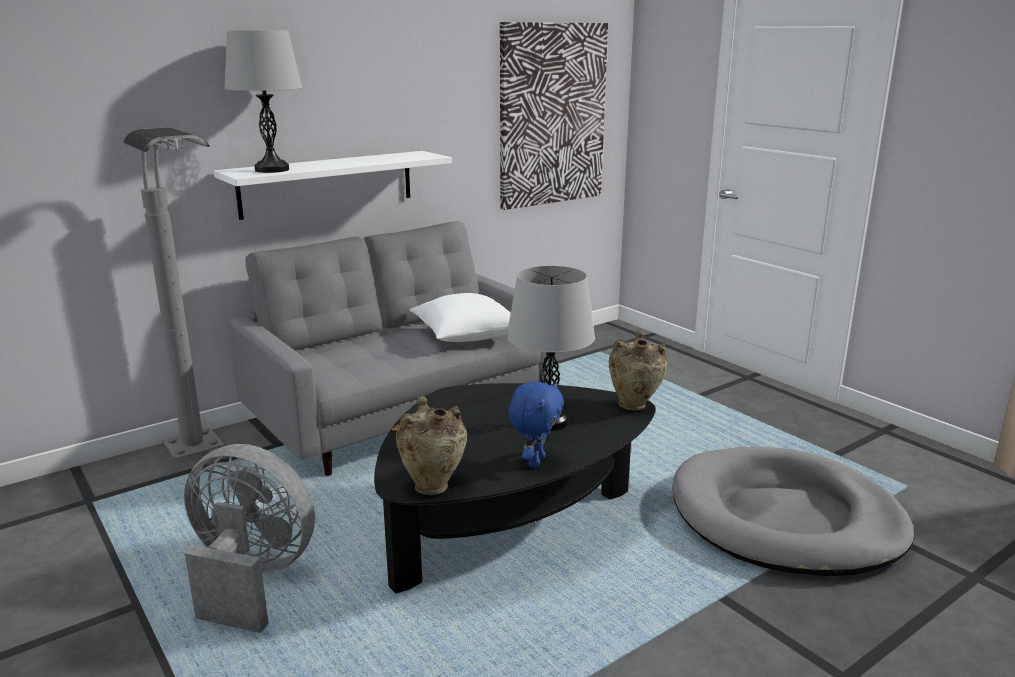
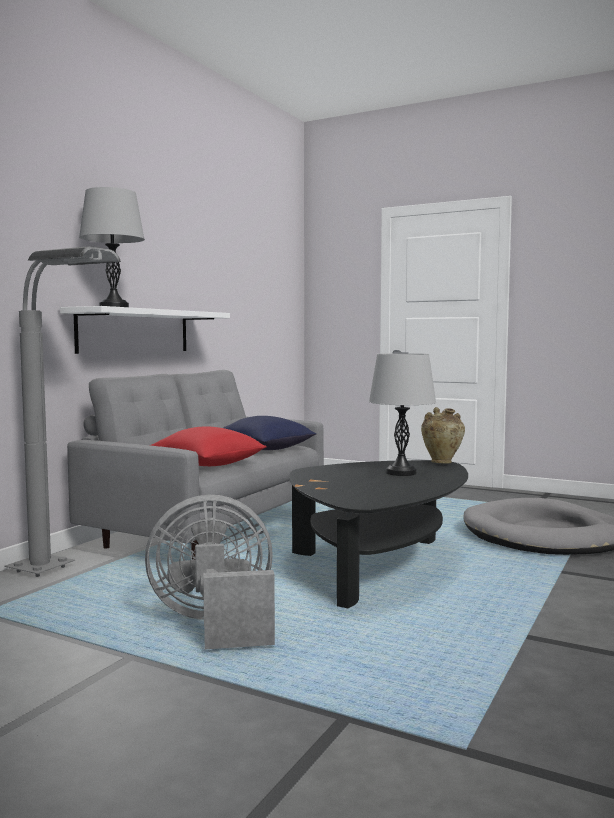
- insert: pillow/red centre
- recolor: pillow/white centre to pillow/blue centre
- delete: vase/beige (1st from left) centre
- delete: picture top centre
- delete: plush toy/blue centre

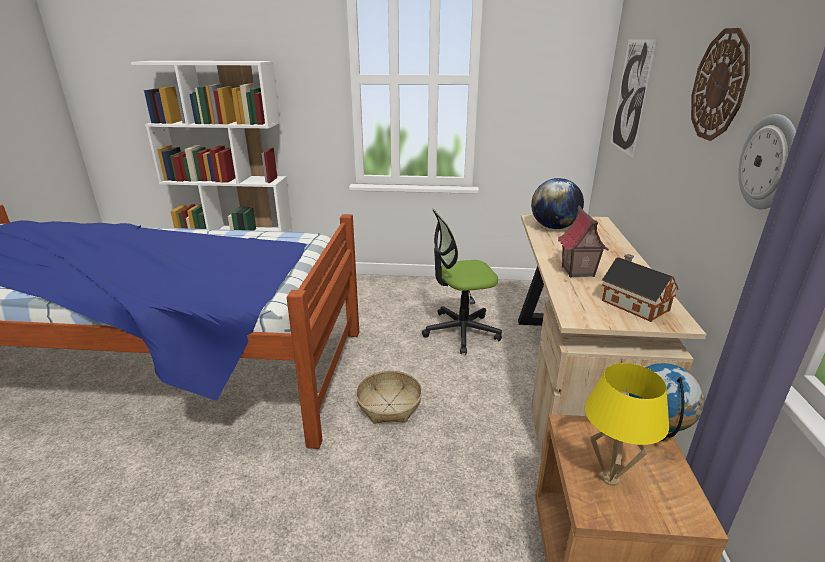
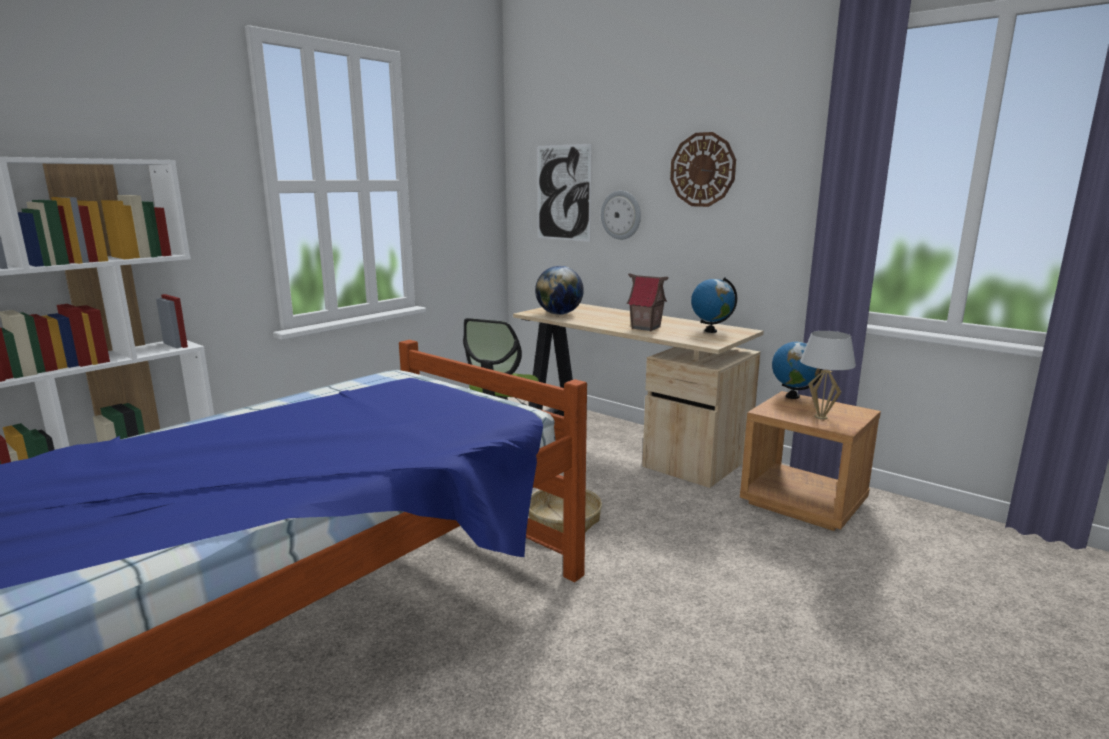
- move: wall clock (2nd from left in the first image) top right to wall clock (1st from left) top centre
- replace: toy house (2nd from left) middle right to globe (2nd from left) centre
- recolor: table lamp/yellow bottom right to table lamp/white middle right

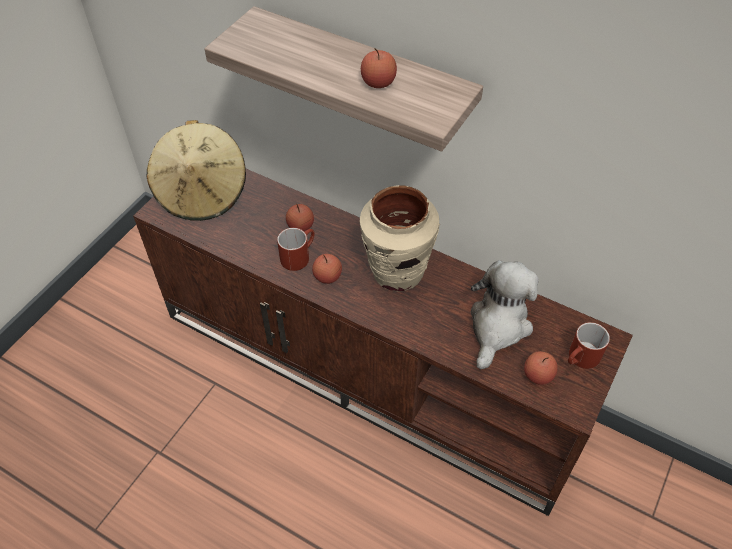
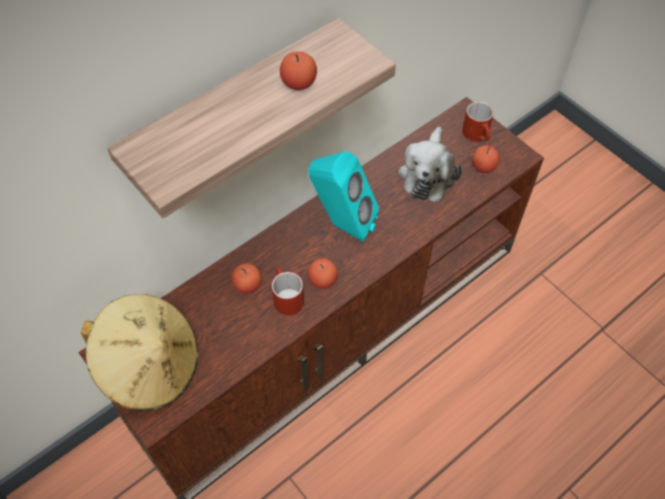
- replace: vase/beige centre to speaker/turquoise centre
- rotate: plush toy middle right = top centre 120 degrees counterclockwise

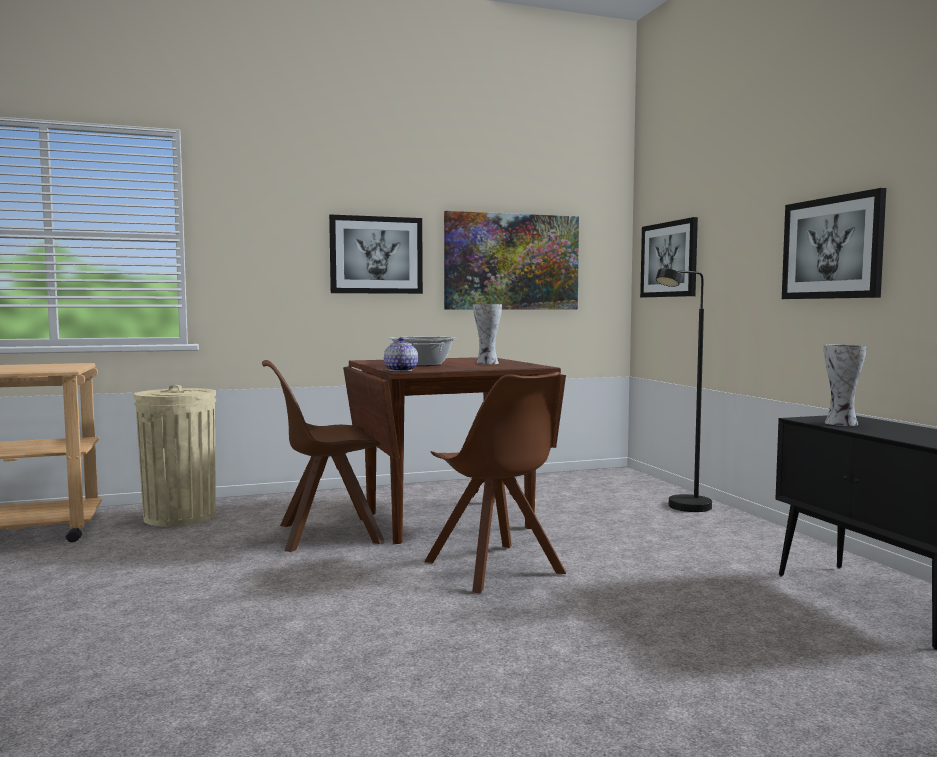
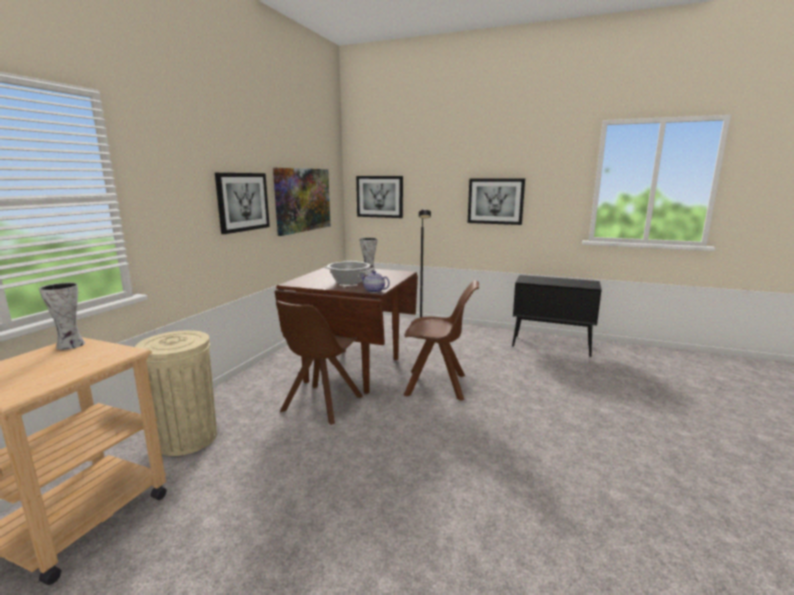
- move: vase (2nd from left in the first image) middle right to vase (1st from left) middle left

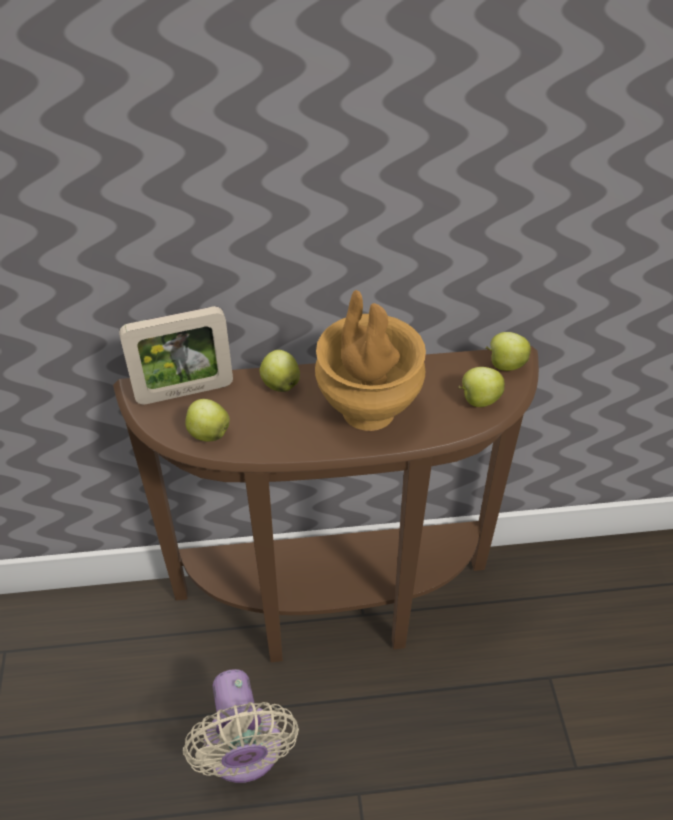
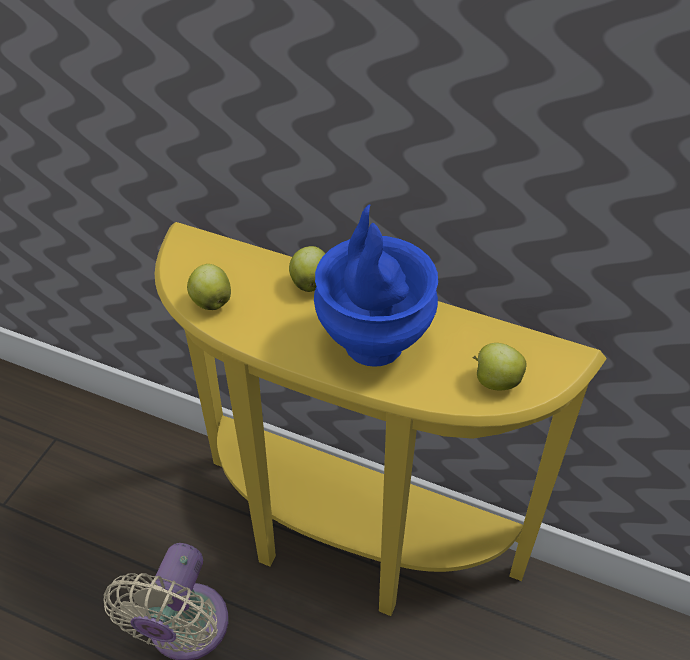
- recolor: console table/brown centre to console table/yellow centre
- recolor: vase/brown centre to vase/blue centre
- delete: picture frame middle left
- delete: apple (4th from left) middle right

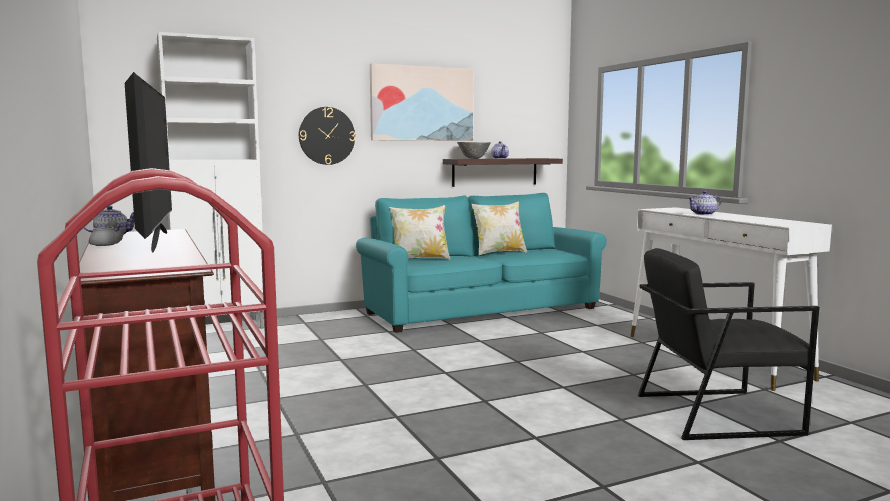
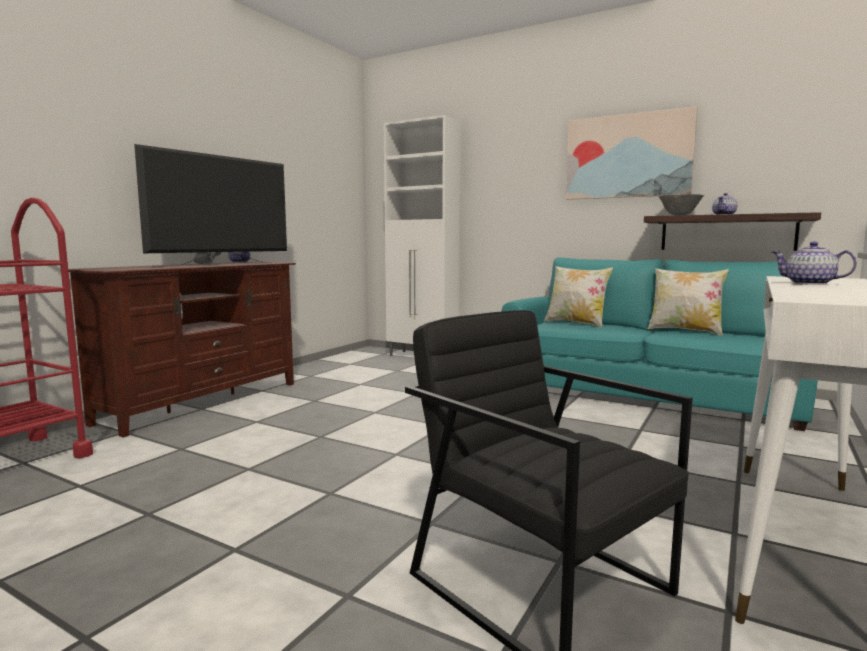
- delete: wall clock top centre

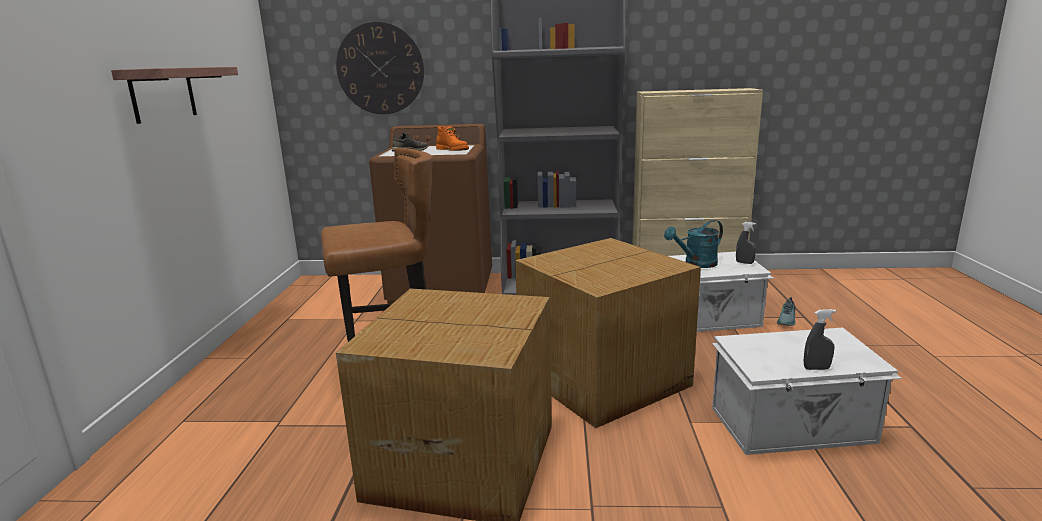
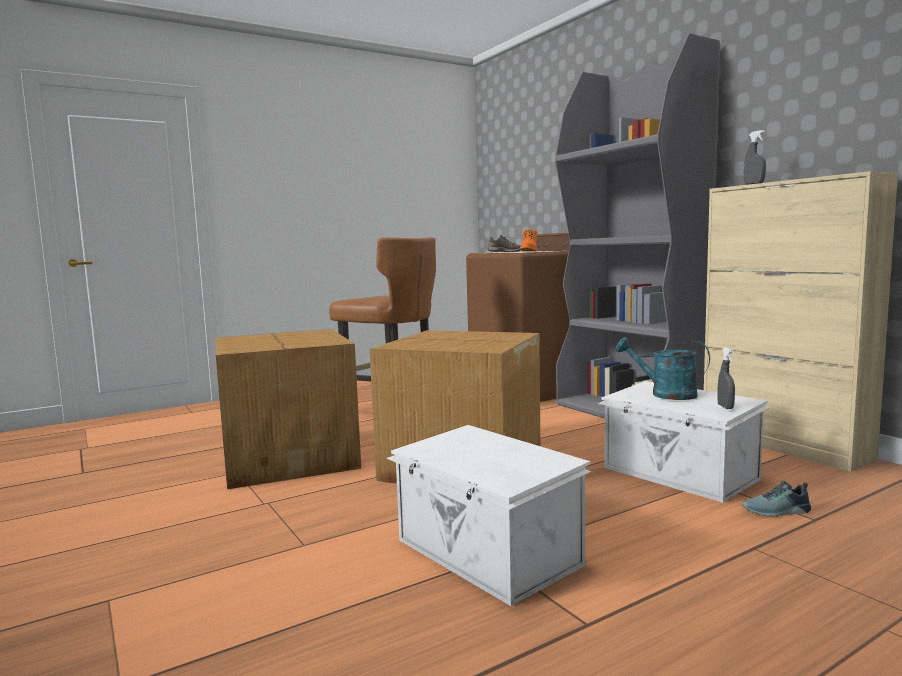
- move: spray bottle/grey (2nd from left) middle right to top right
- delete: shelf top left
- delete: wall clock top centre

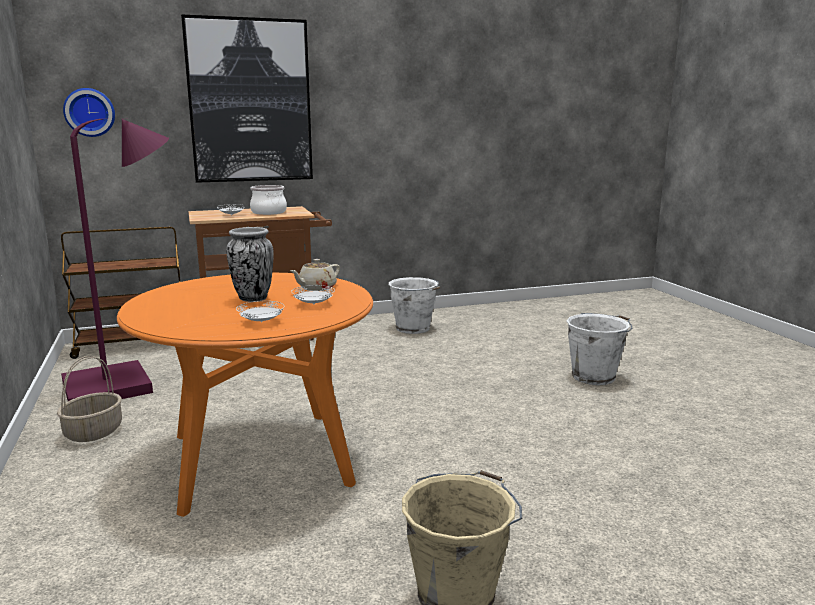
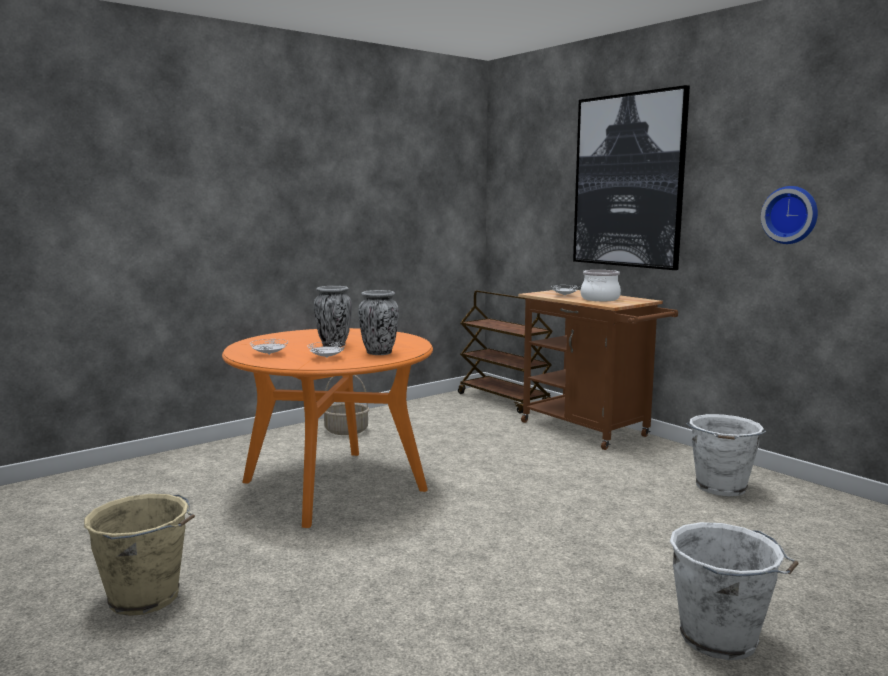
- replace: teapot/beige centre to vase (2nd from left) centre
- move: wall clock top left to top right
- delete: floor lamp/purple middle left

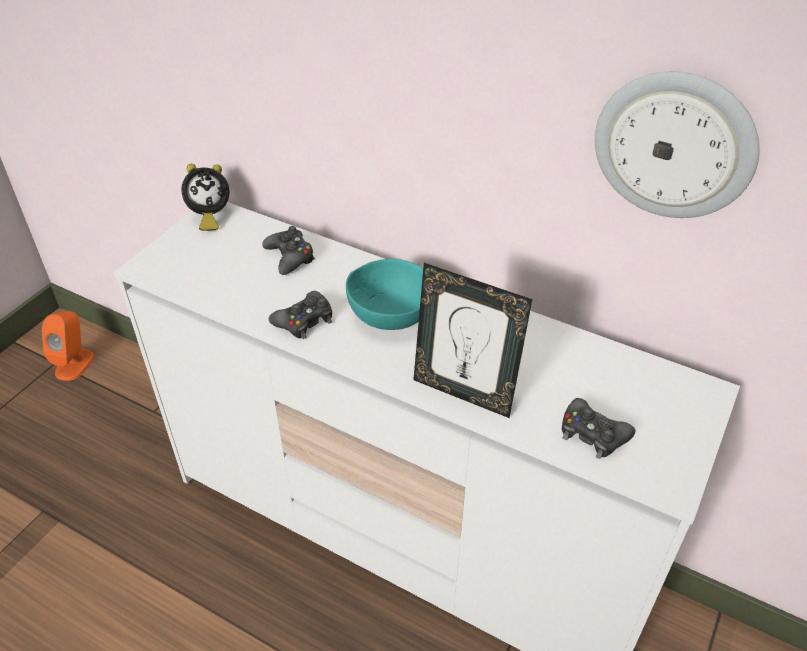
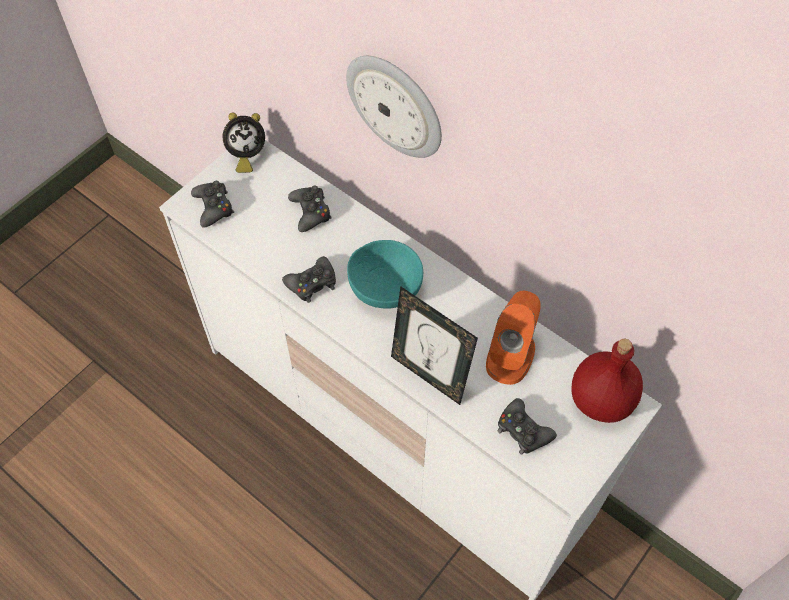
- insert: game controller/black (1st from left) middle left
- move: wall clock top right to top centre
- move: speaker/orange middle left to centre
- insert: bottle/red middle right

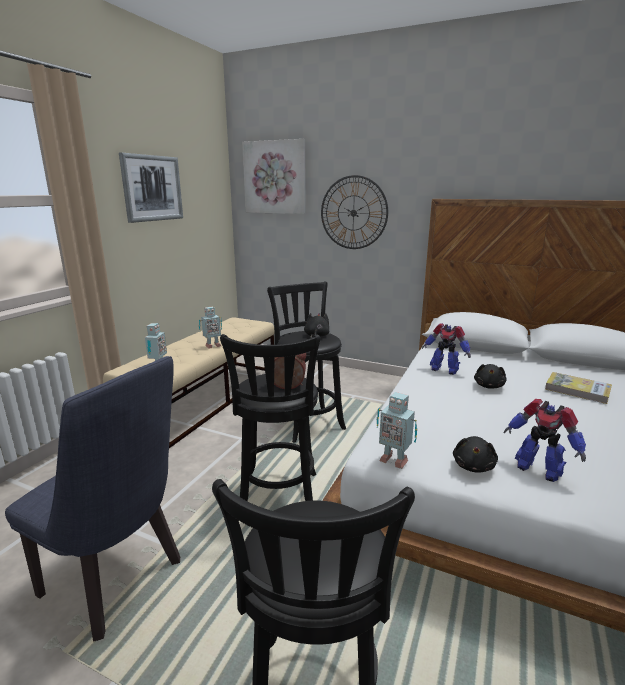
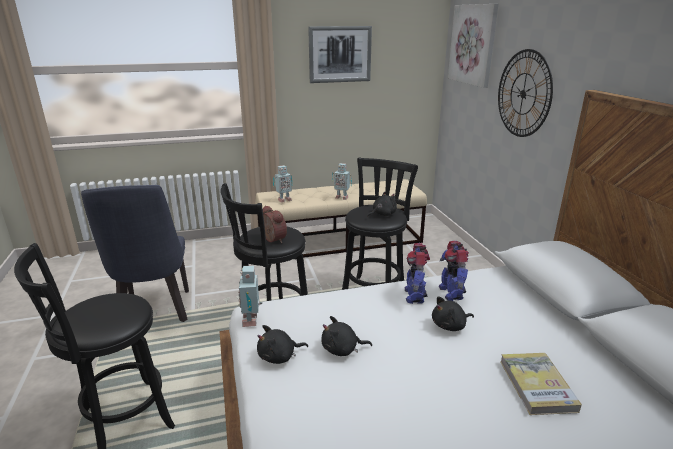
- insert: plush toy/black (2nd from left) bottom centre
- move: toy robot (5th from left in the first image) middle right to toy robot (4th from left) centre

